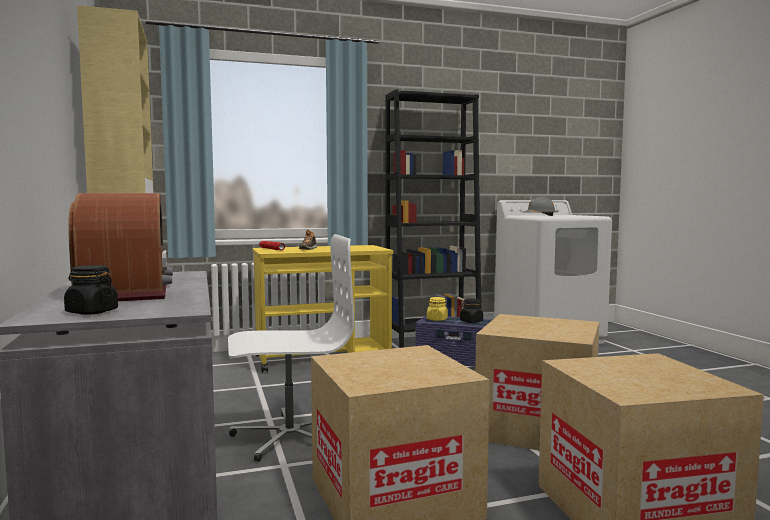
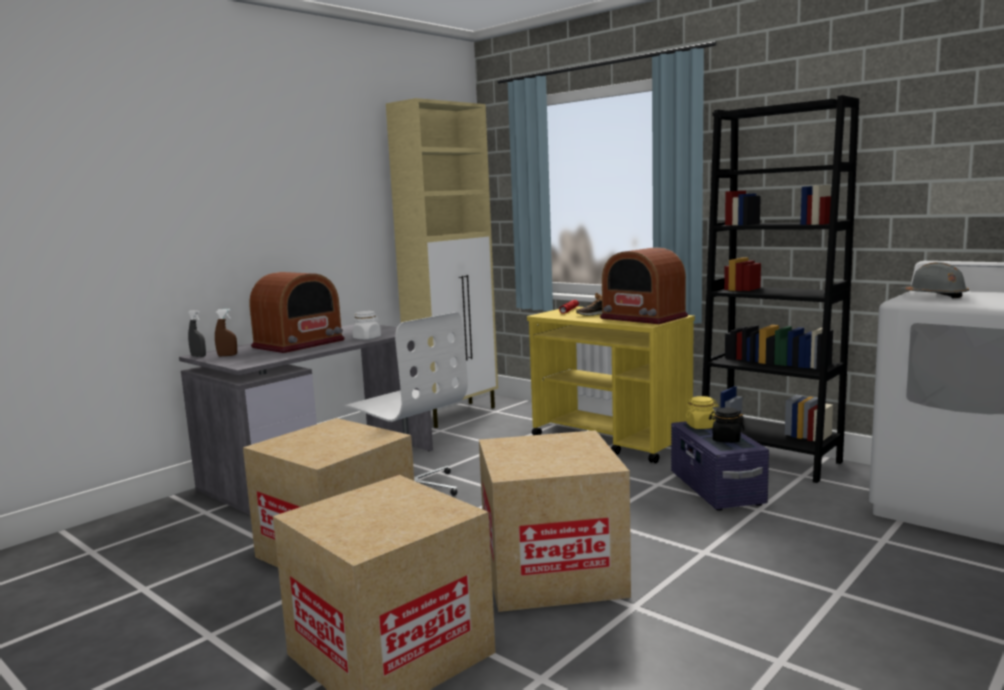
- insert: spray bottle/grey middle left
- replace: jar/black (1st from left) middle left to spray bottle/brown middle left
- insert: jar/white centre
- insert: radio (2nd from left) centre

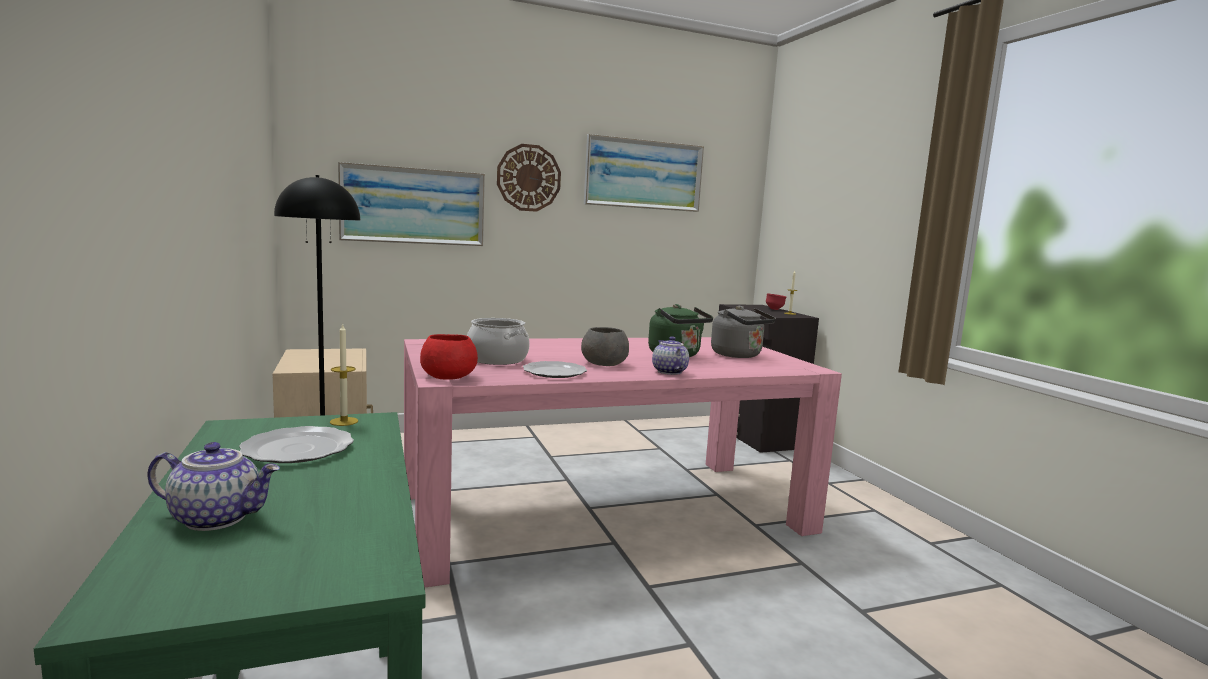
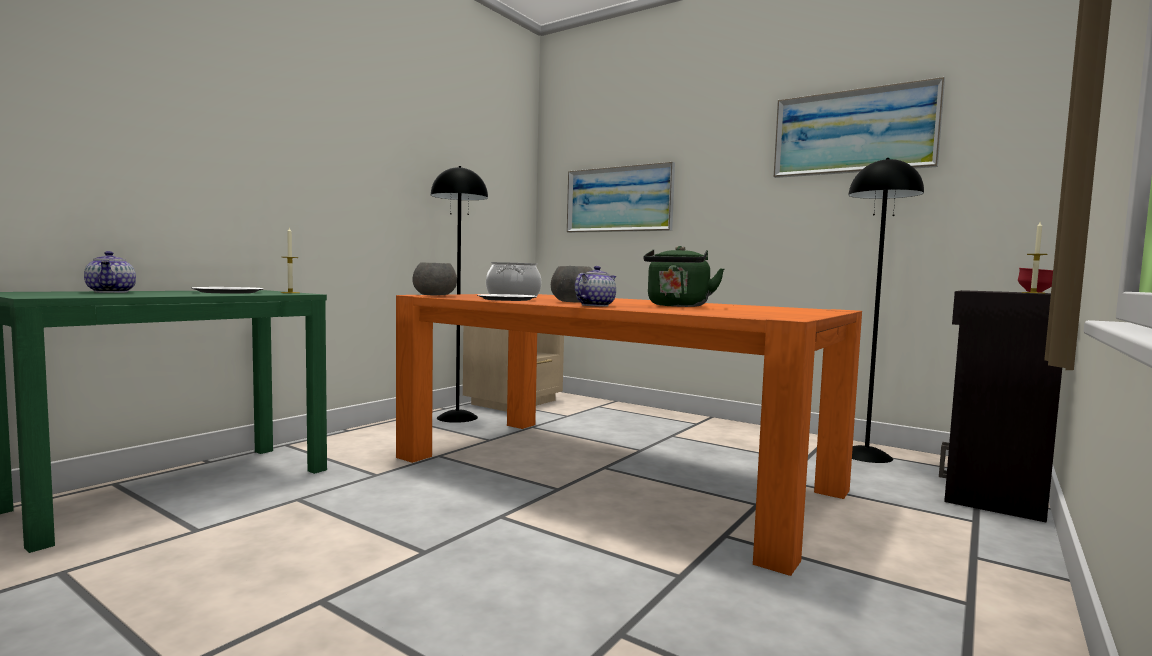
- recolor: dining table/pink bottom centre to dining table/orange centre
- recolor: bowl/red (1st from left) centre to bowl/grey (1st from left) centre
- insert: floor lamp/black (2nd from left) middle right
- delete: wall clock top centre
- delete: kettle/grey centre

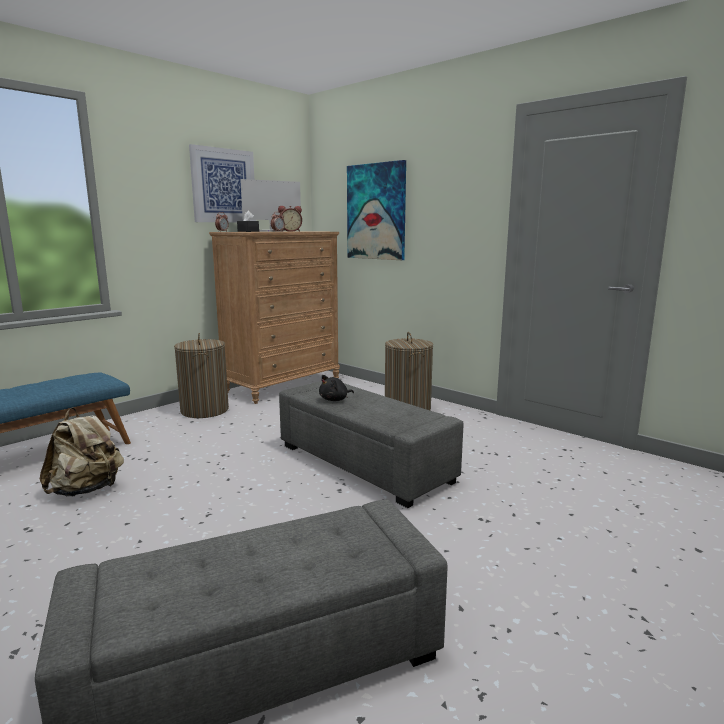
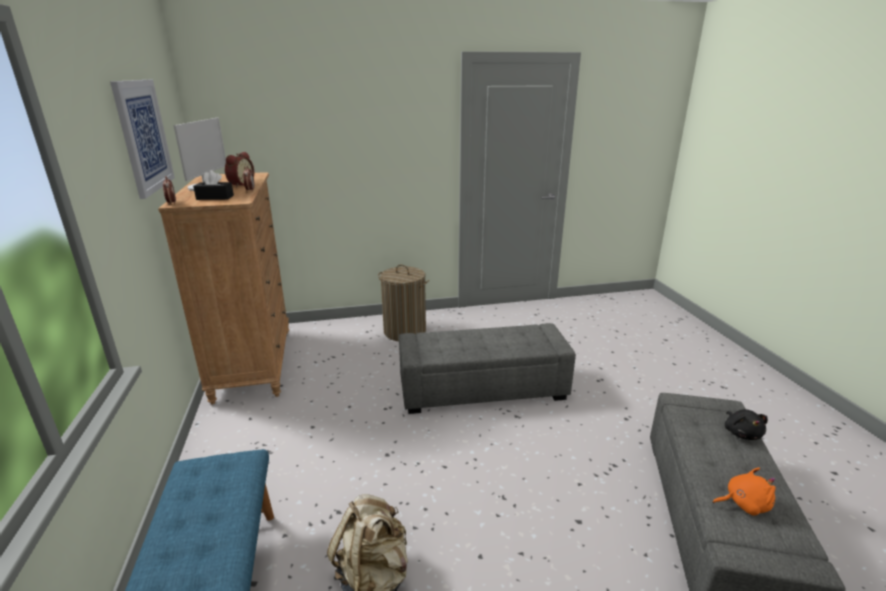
- insert: plush toy/orange bottom right
- move: plush toy/black centre to bottom right
- delete: laundry basket (1st from left) middle left
- delete: picture (2nd from left) top centre

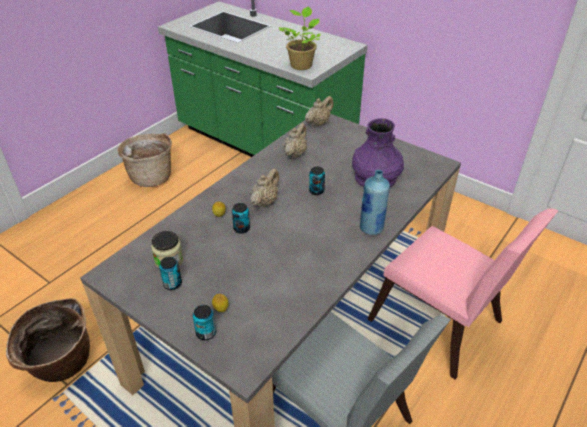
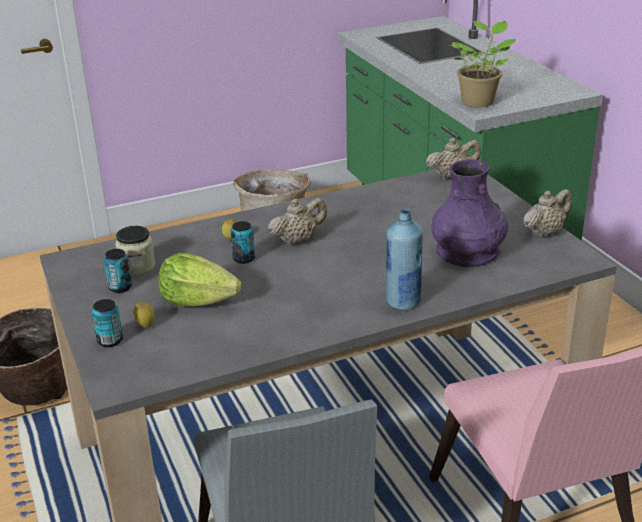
- insert: lettuce middle left
- move: teapot/beige (2nd from left in the first image) top centre to teapot/beige (3rd from left) middle right
- delete: can (4th from left) centre

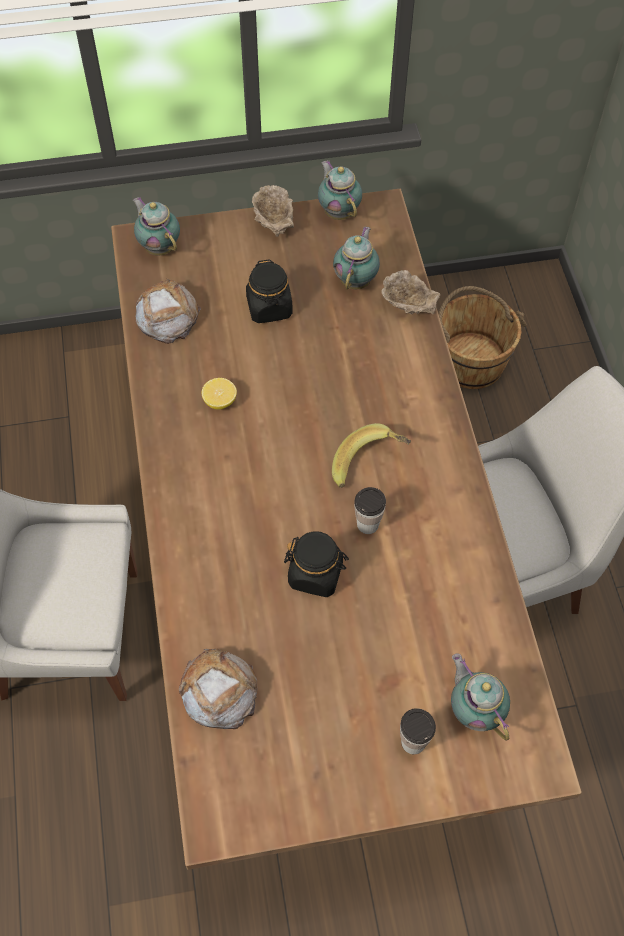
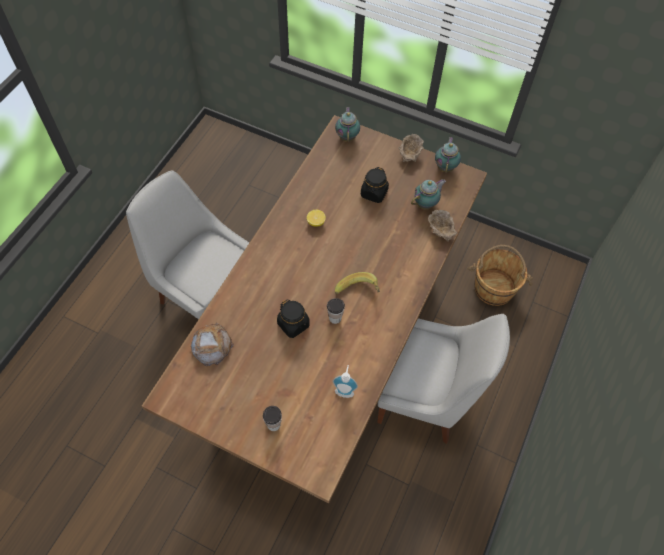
- insert: soap dispenser bottom centre
- delete: bread (1st from left) top left
- delete: teapot (4th from left) bottom right

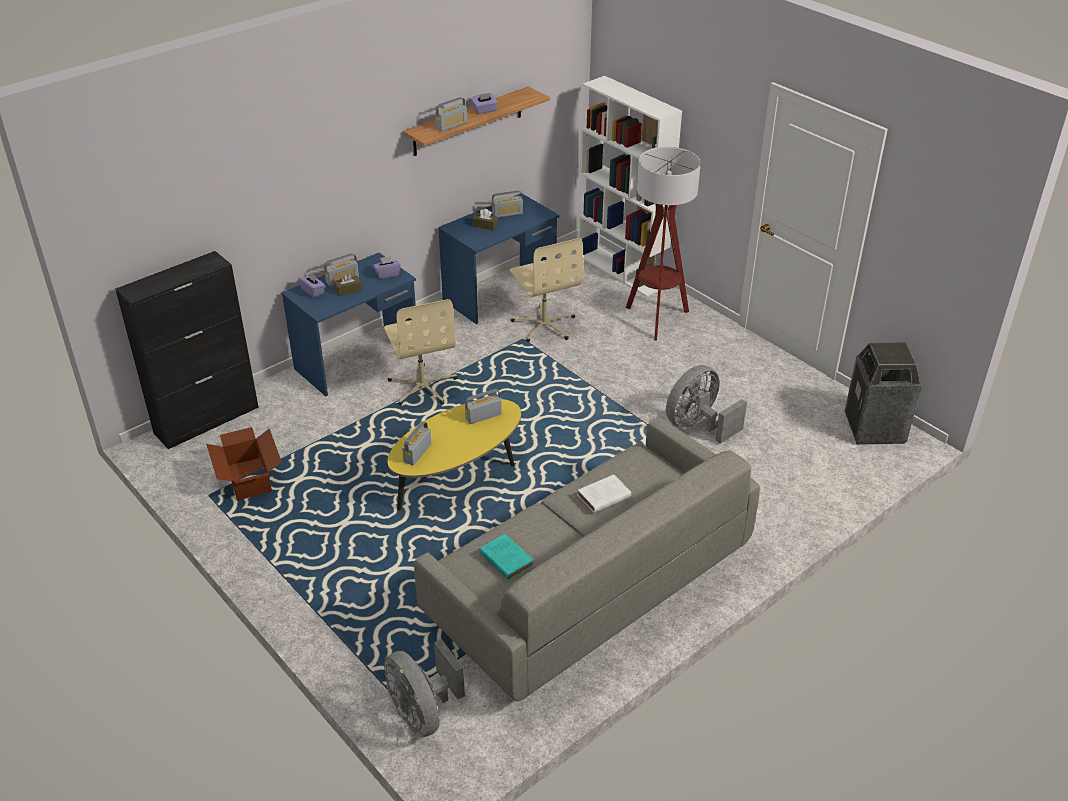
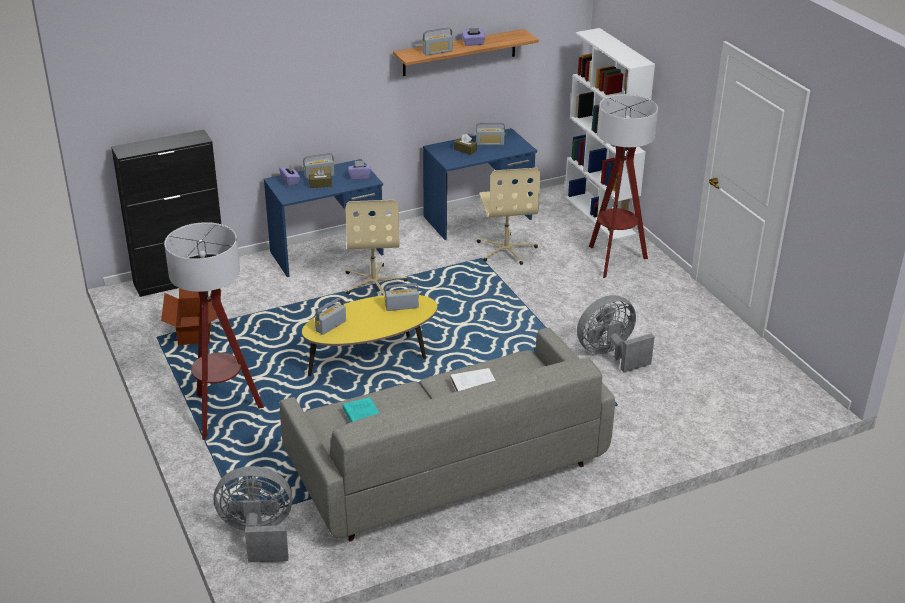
- insert: floor lamp (1st from left) middle left
- rotate: fan/grey (1st from left) bottom centre = bottom left 105 degrees clockwise
- delete: trash can middle right

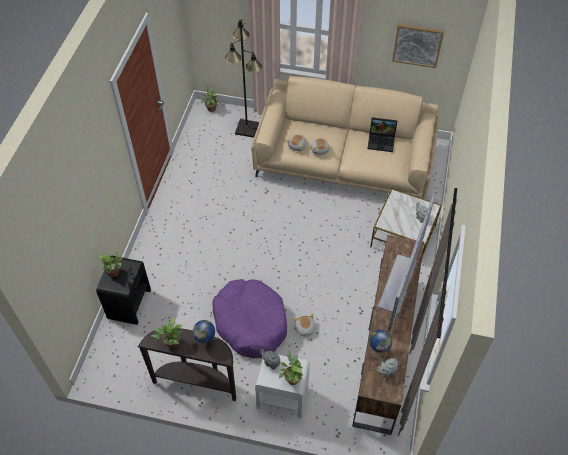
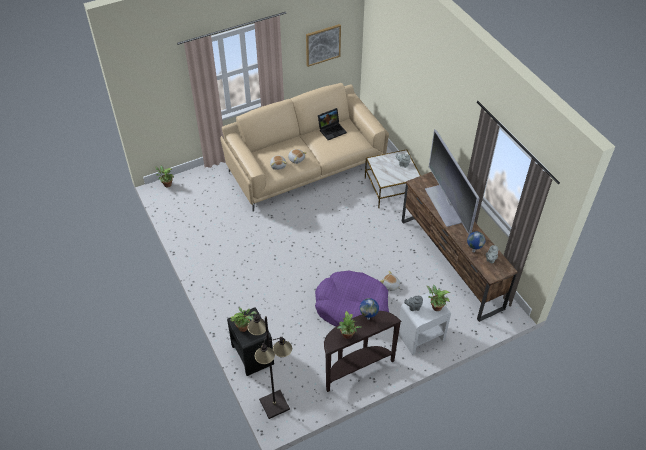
- move: floor lamp/black top centre to bottom centre

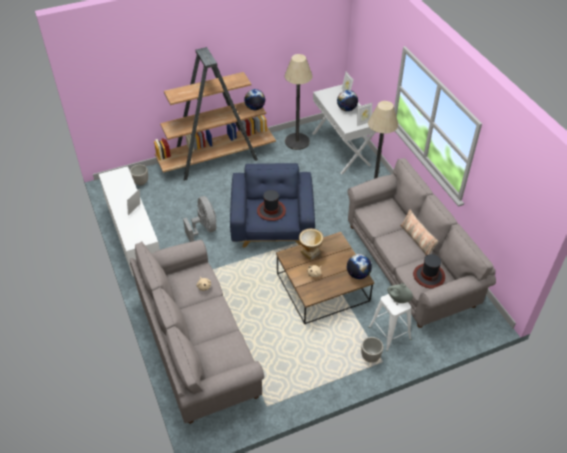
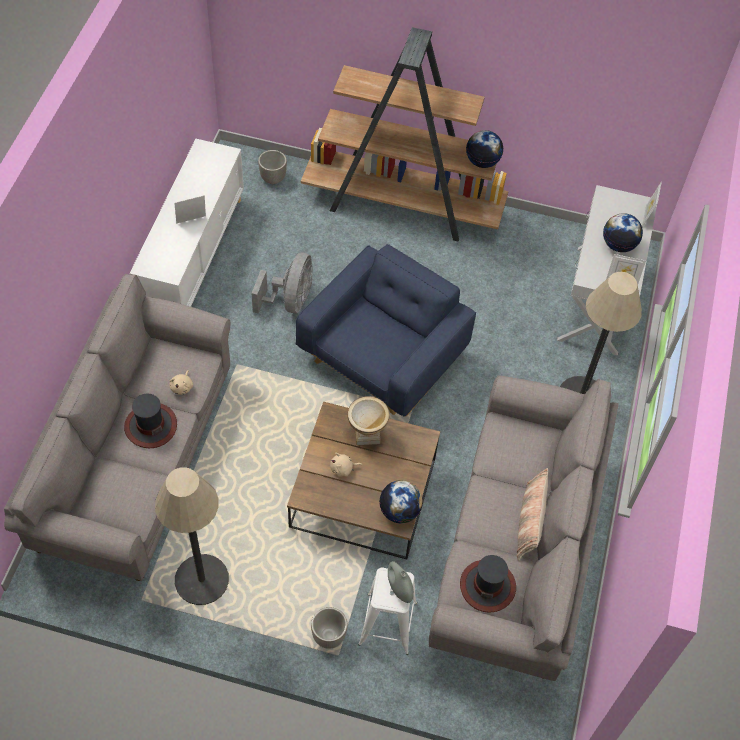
- move: hat (1st from left) centre to middle left
- move: floor lamp (1st from left) top centre to bottom left

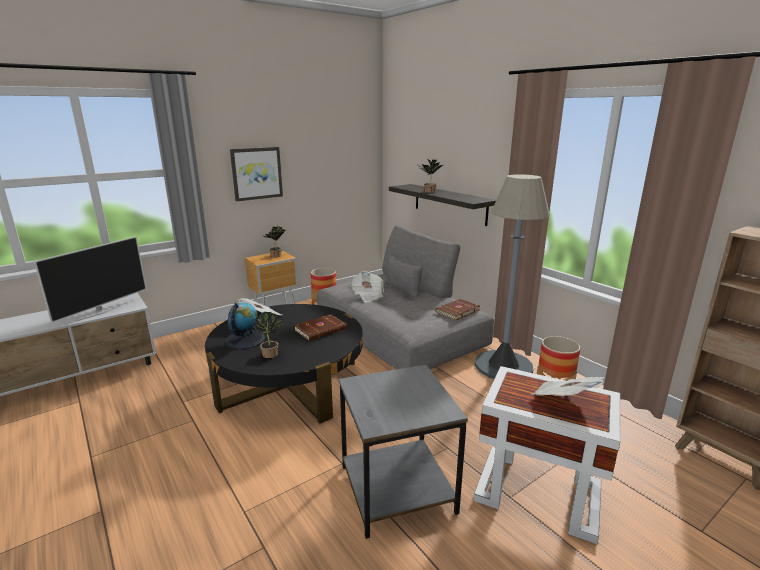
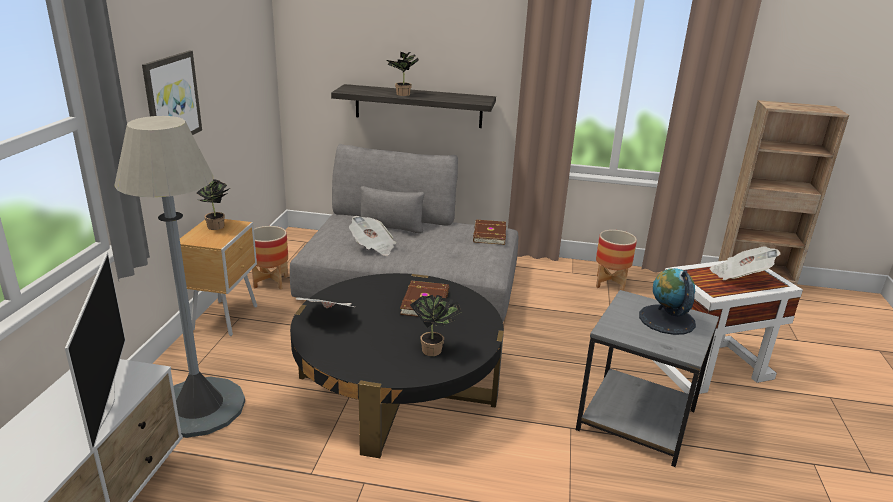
- move: floor lamp/grey middle right to middle left
- move: globe middle left to middle right

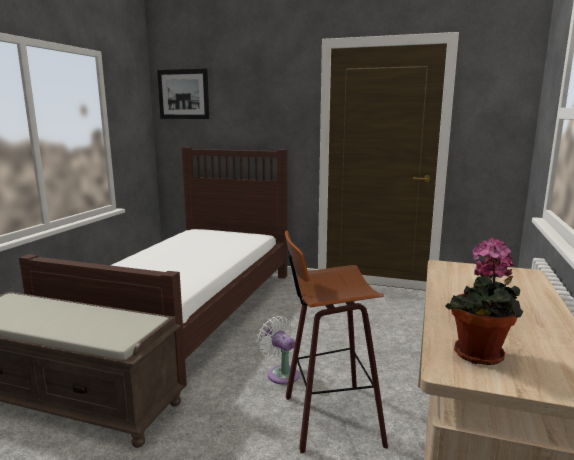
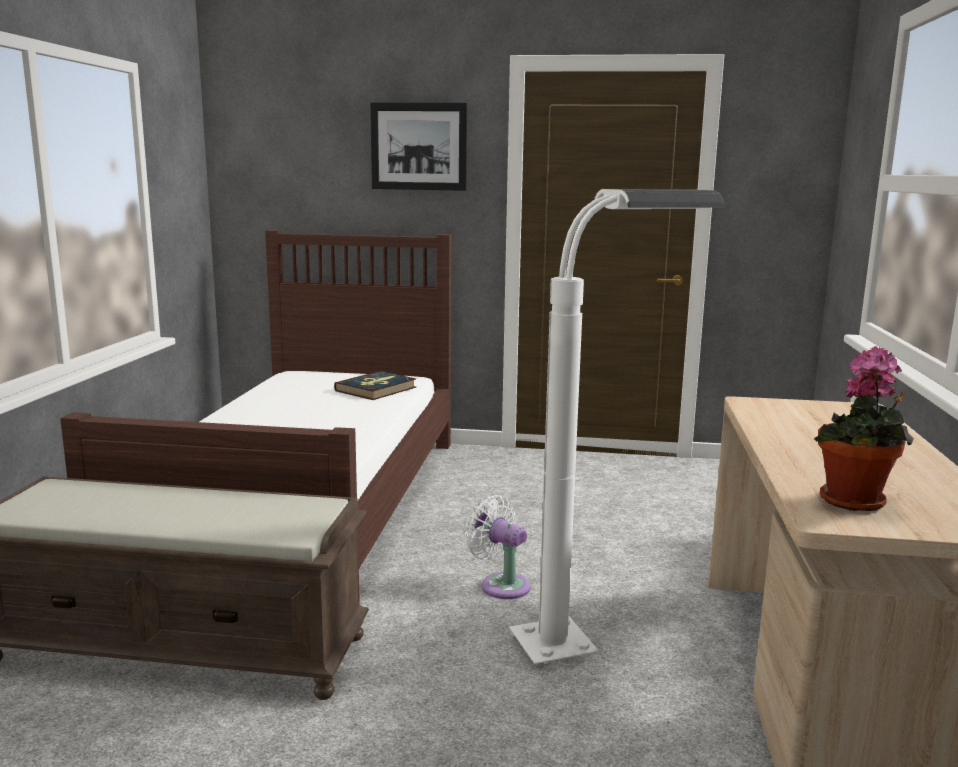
- insert: book centre
- move: picture top left to top centre
- replace: stool bottom centre to floor lamp/white centre

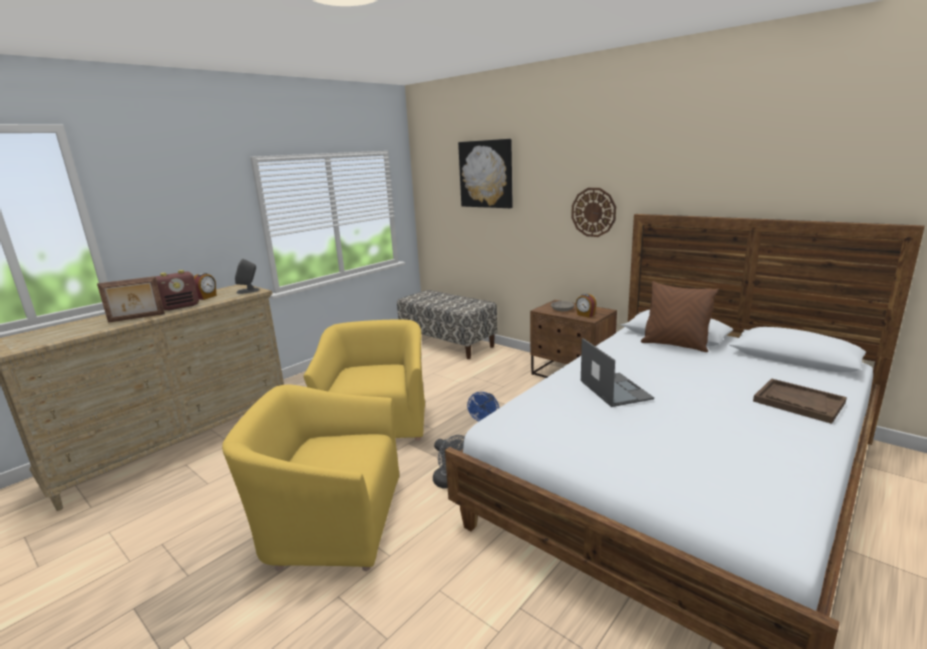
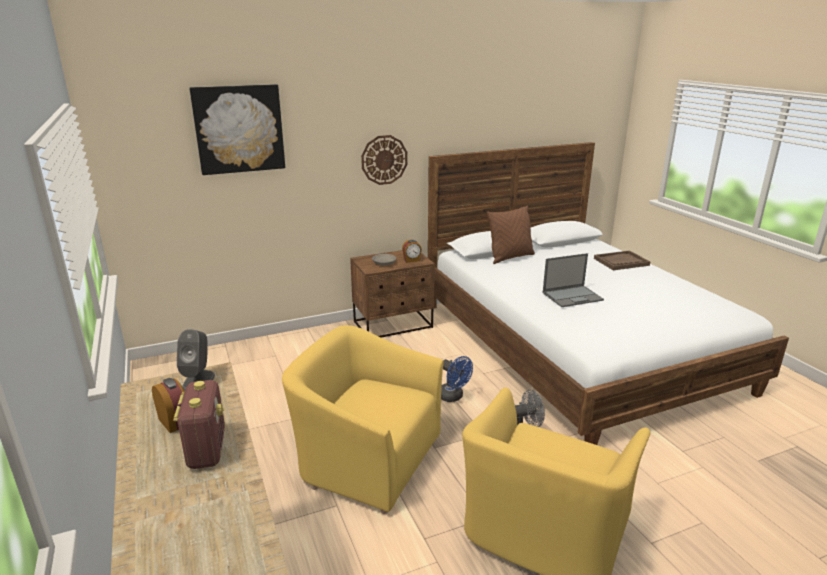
- rotate: laptop centre = middle right 150 degrees clockwise
- delete: picture frame middle left
- delete: bench centre

